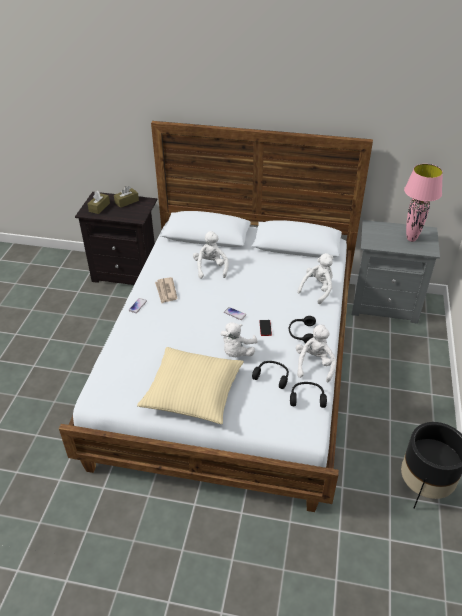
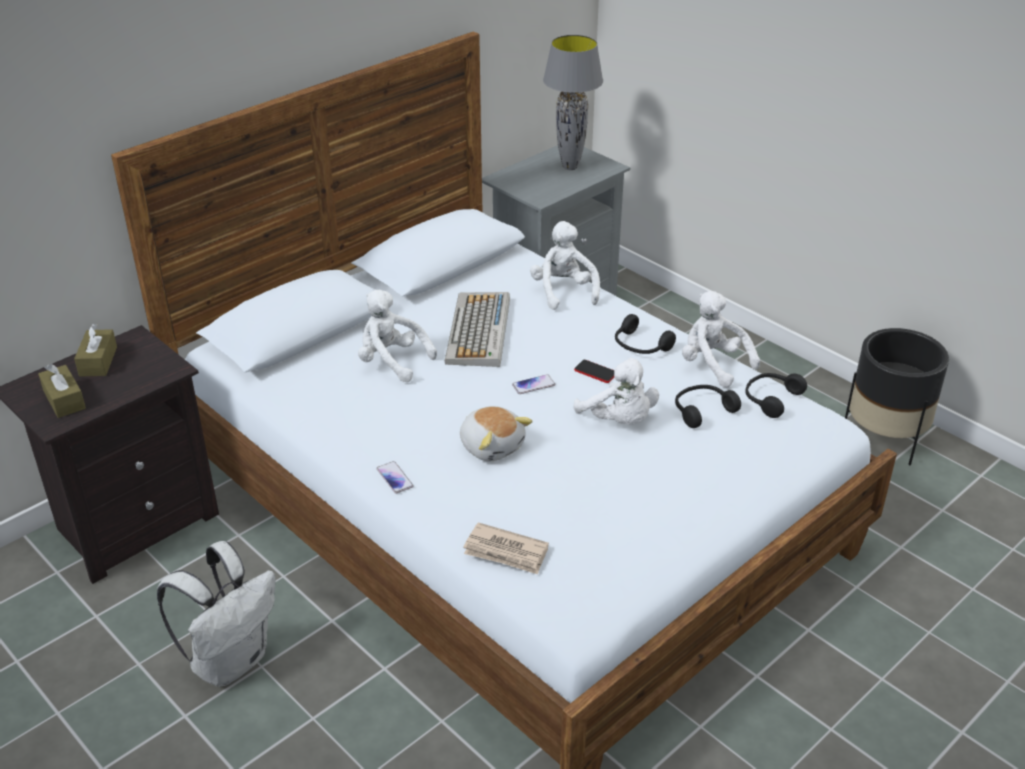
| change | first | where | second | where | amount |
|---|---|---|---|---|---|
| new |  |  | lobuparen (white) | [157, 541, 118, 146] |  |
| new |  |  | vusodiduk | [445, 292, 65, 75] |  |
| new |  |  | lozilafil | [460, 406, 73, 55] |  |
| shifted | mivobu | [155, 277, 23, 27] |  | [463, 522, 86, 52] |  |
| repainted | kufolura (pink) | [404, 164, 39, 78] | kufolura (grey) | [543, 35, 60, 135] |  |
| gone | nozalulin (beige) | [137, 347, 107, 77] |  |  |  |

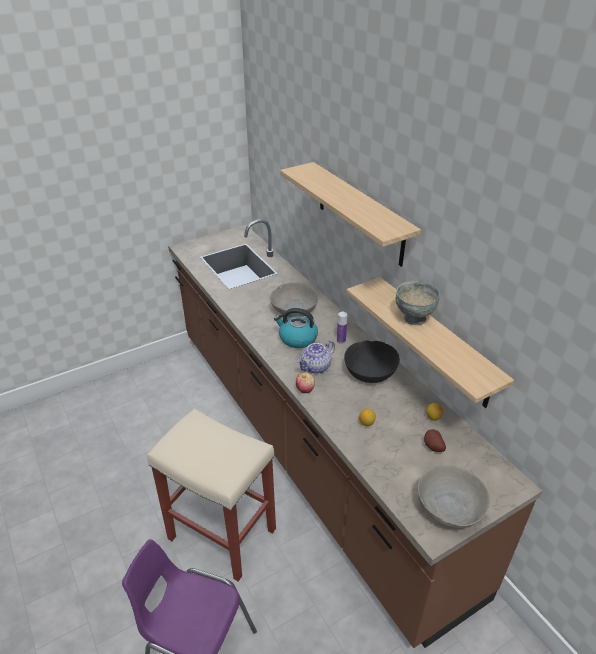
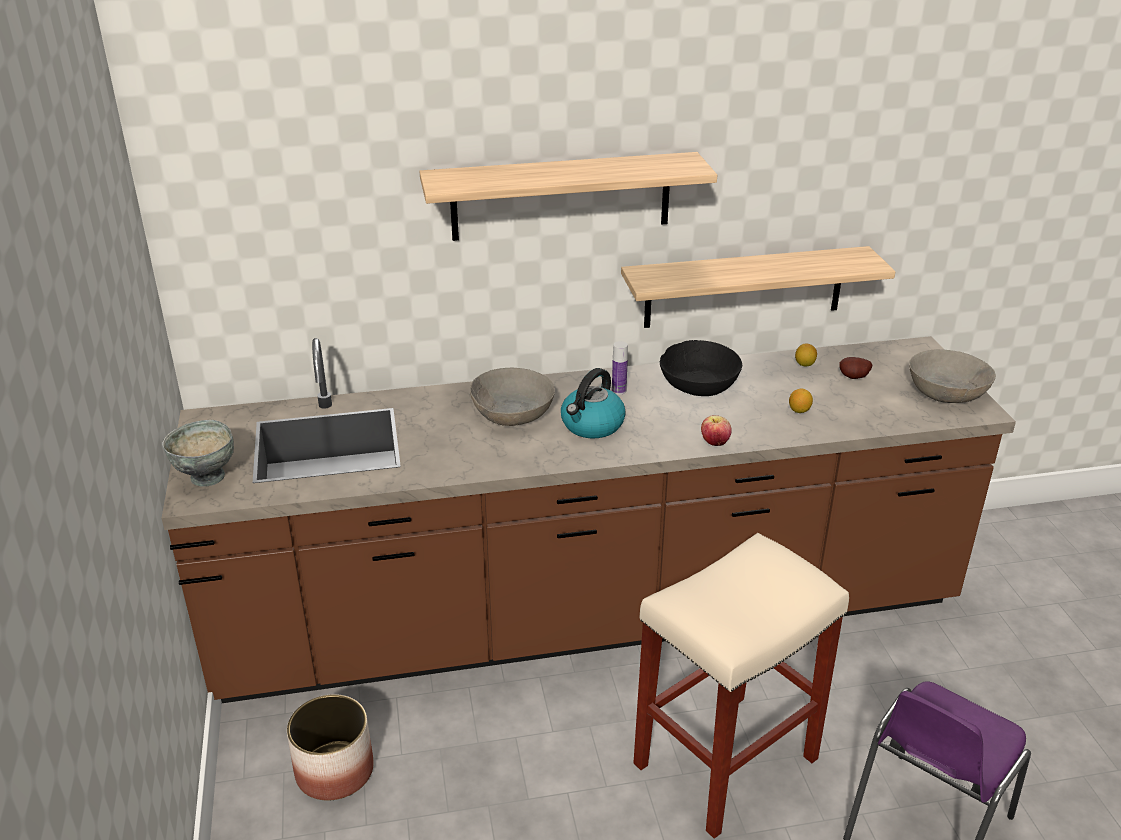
| change | first | where | second | where | amount |
|---|---|---|---|---|---|
| shifted | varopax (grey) | [395, 281, 45, 44] |  | [162, 420, 72, 67] |  |
| new |  |  | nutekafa | [287, 694, 86, 107] |  |
| gone | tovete | [297, 341, 38, 33] |  |  |  |

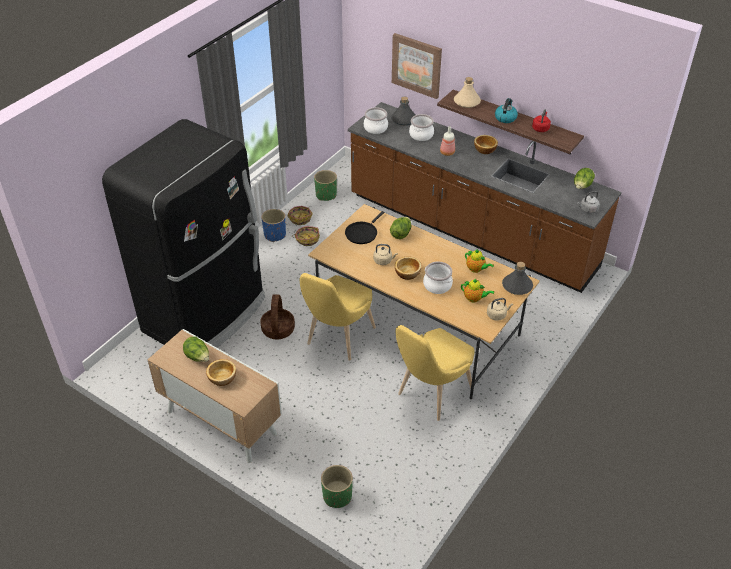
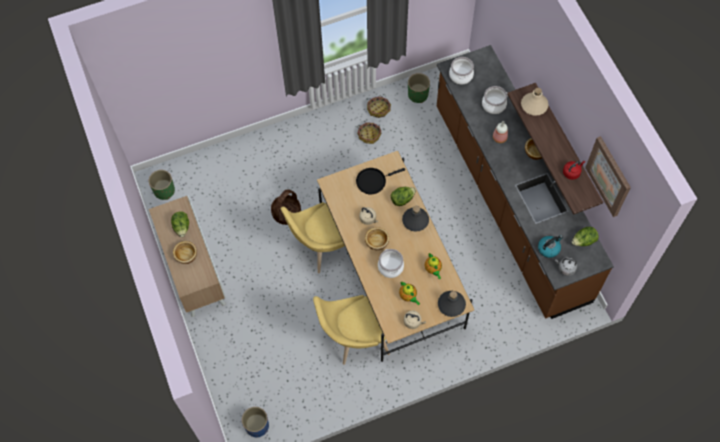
| change | first | where | second | where | amount |
|---|---|---|---|---|---|
| shifted | nutekafa (green) | [321, 465, 32, 43] |  | [149, 170, 26, 30] |  |
| shifted | nutekafa (blue) | [261, 209, 25, 33] |  | [242, 407, 27, 30] |  |
| shifted | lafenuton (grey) | [391, 96, 24, 29] |  | [402, 206, 27, 26] |  |
| shifted | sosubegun | [495, 98, 23, 25] |  | [538, 235, 25, 23] |  |
| shifted | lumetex | [392, 33, 50, 66] |  | [585, 136, 46, 81] |  |
| gone | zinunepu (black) | [102, 119, 163, 229] |  |  |  |

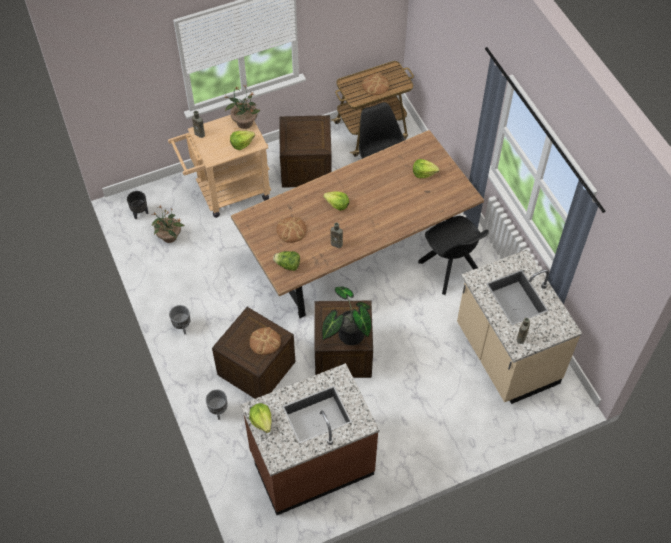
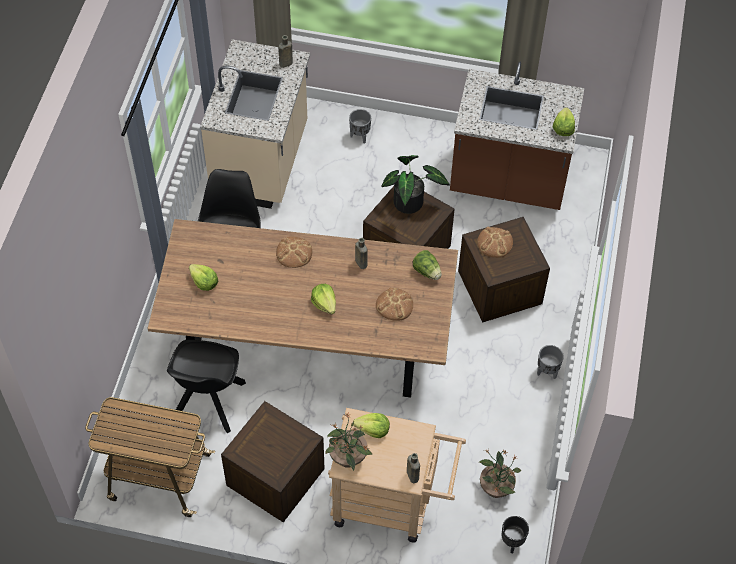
| change | first | where | second | where | amount |
|---|---|---|---|---|---|
| shifted | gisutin | [362, 72, 27, 23] |  | [276, 236, 36, 32] |  |
| shifted | nutekafa (grey) | [206, 390, 22, 30] |  | [349, 109, 22, 34] |  |

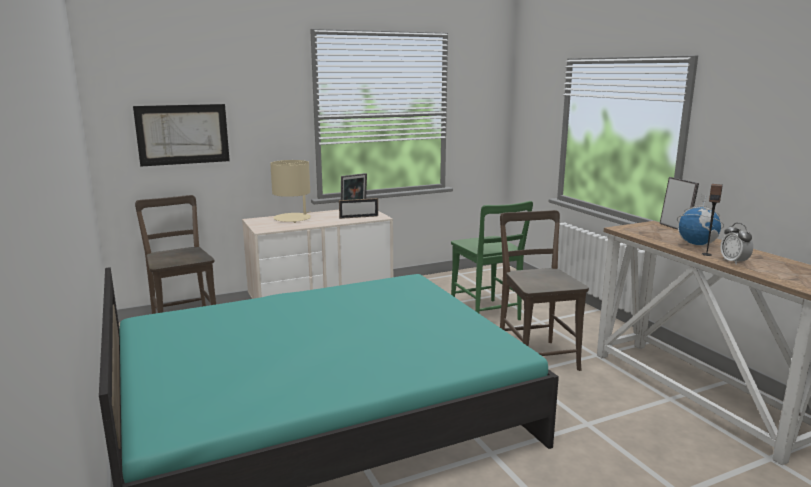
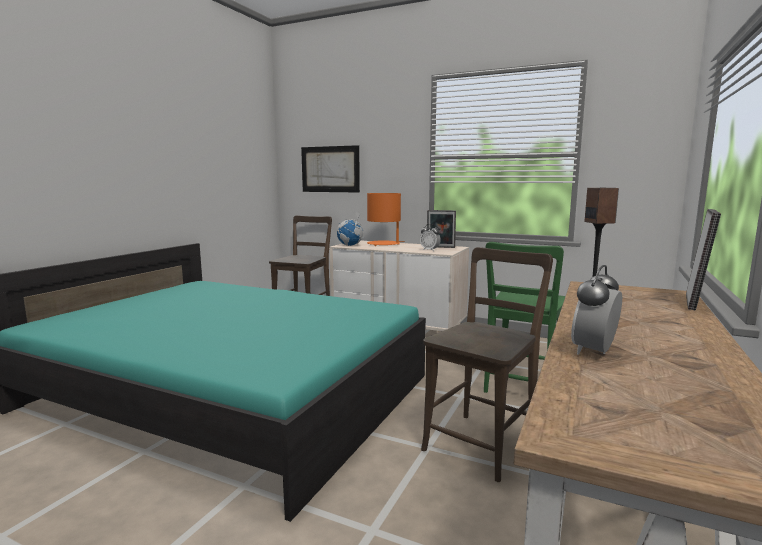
| change | first | where | second | where | amount |
|---|---|---|---|---|---|
| shifted | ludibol | [677, 194, 47, 52] |  | [337, 211, 27, 35] |  |
| repainted | kufolura (beige) | [270, 160, 41, 63] | kufolura (orange) | [367, 193, 38, 53] |  |
| swapped | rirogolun | [339, 198, 39, 21] | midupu | [420, 224, 21, 27] |  |

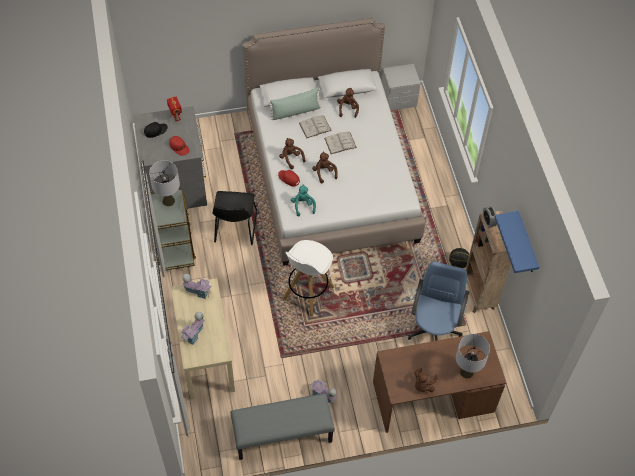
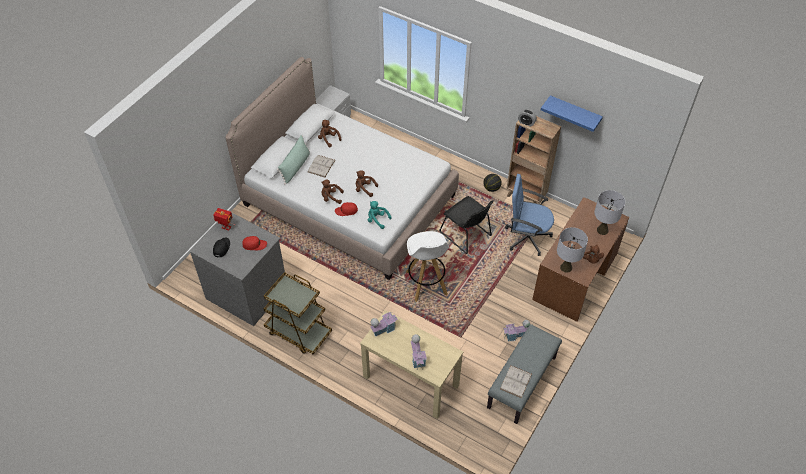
| change | first | where | second | where | amount |
|---|---|---|---|---|---|
| shifted | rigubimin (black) | [212, 191, 45, 54] |  | [439, 196, 55, 58] |  |
| shifted | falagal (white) | [324, 132, 33, 22] |  | [500, 365, 32, 33] |  |
| rotated | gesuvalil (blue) | [408, 262, 61, 79] |  | [505, 174, 49, 82] | 45 degrees counterclockwise |
| shifted | kufolura (grey) | [149, 160, 31, 46] |  | [557, 227, 31, 46] |  |

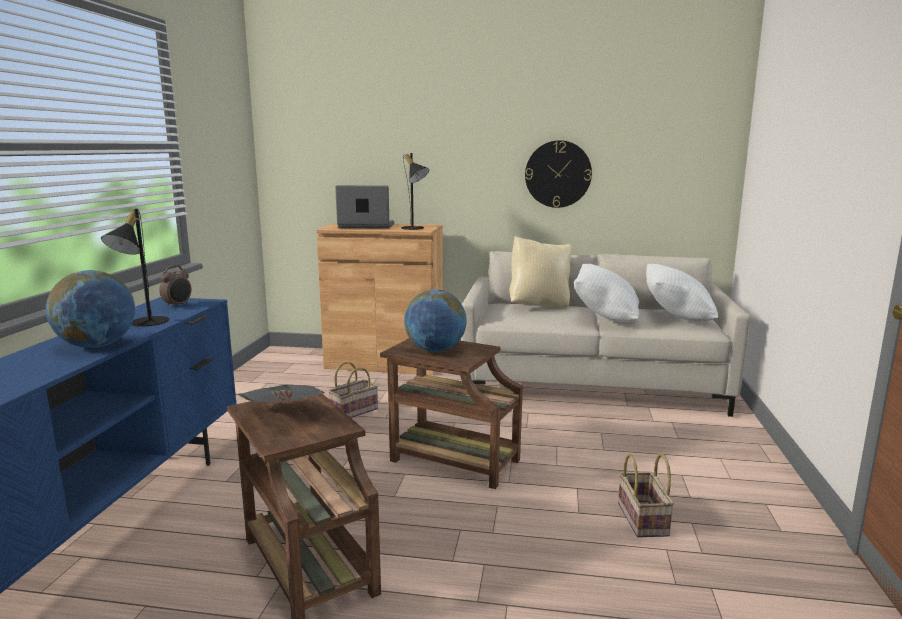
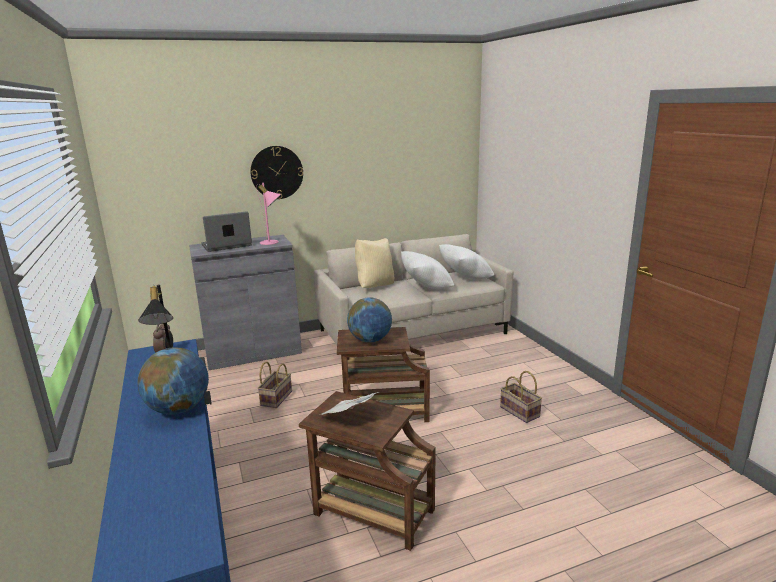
| change | first | where | second | where | amount |
|---|---|---|---|---|---|
| repainted | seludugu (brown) | [316, 223, 127, 152] | seludugu (grey) | [189, 235, 113, 135] |  |
| shifted | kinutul | [525, 140, 67, 68] |  | [250, 146, 53, 53] |  |
| repainted | kufolura (black) | [401, 153, 28, 77] | kufolura (pink) | [256, 183, 25, 62] |  |

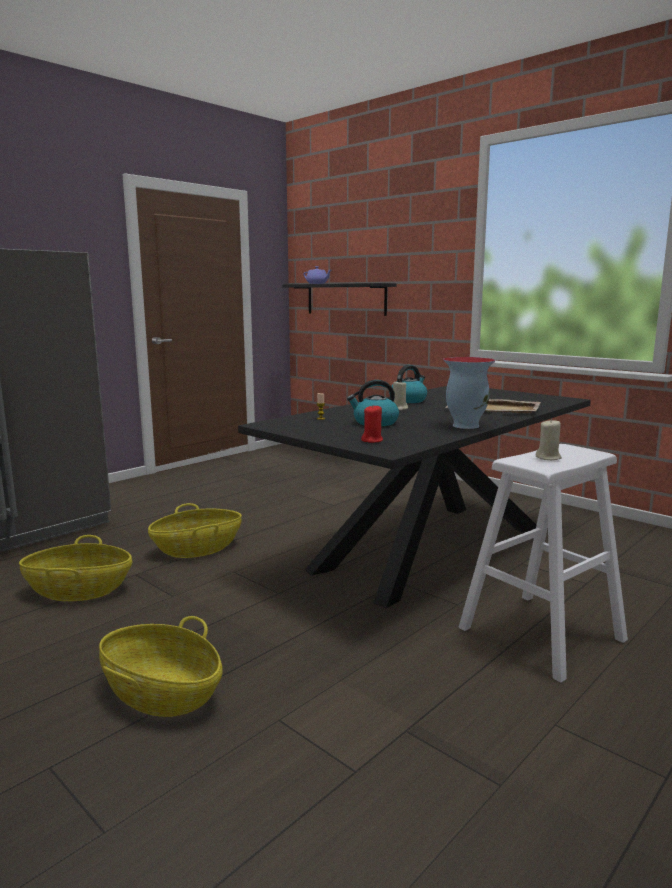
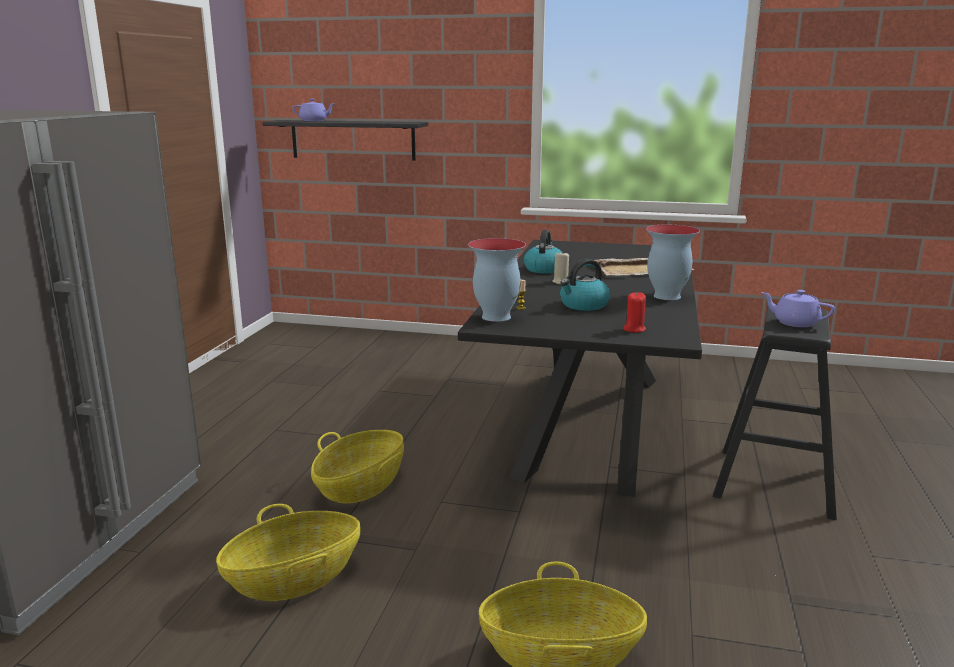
| change | first | where | second | where | amount |
|---|---|---|---|---|---|
| new |  |  | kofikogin | [468, 238, 58, 84] |  |
| repainted | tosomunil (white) | [458, 444, 170, 239] | tosomunil (black) | [713, 307, 124, 213] |  |
| swapped | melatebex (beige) | [536, 419, 26, 41] | tovete (purple) | [761, 290, 74, 37] |  |

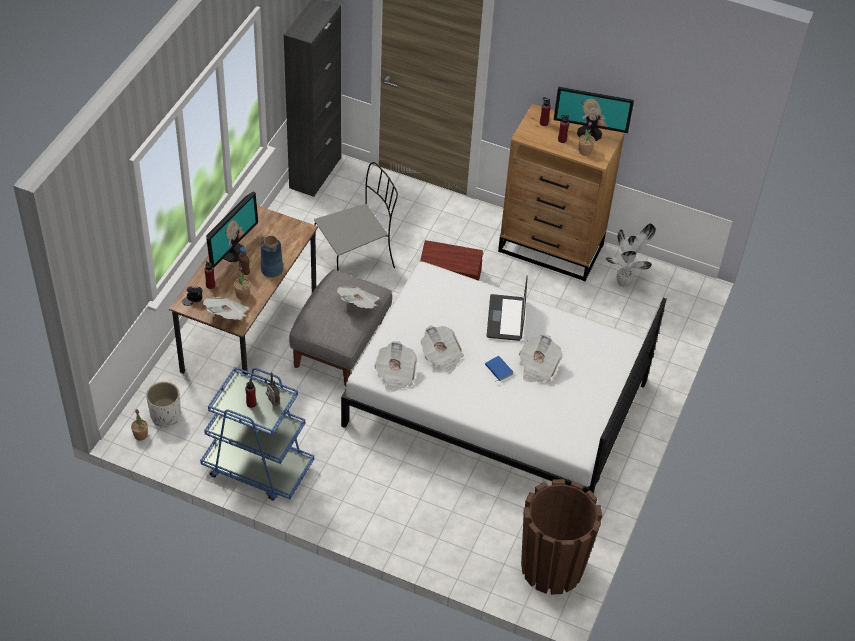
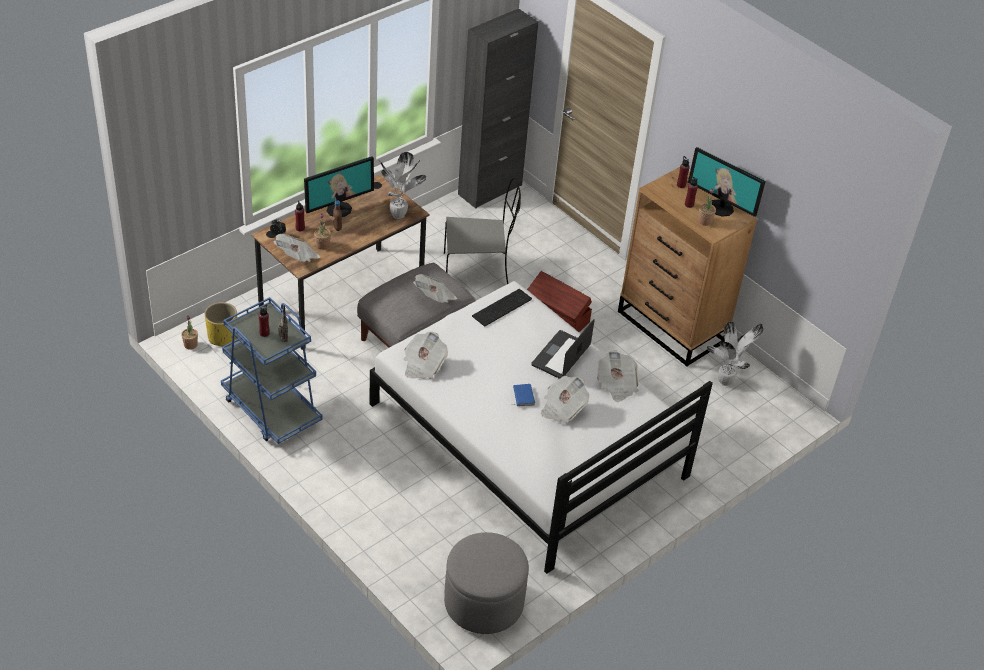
| change | first | where | second | where | amount |
|---|---|---|---|---|---|
| repainted | nutekafa (white) | [146, 382, 35, 44] | nutekafa (yellow) | [205, 302, 32, 44] |  |
| new |  |  | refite | [379, 152, 47, 67] |  |
| swapped | nutekafa (brown) | [521, 479, 82, 116] | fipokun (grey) | [444, 532, 85, 102] |  |
| new |  |  | vusodiduk | [472, 289, 60, 38] |  |
| shifted | mivobu | [421, 326, 43, 47] |  | [597, 350, 42, 52] |  |
| gone | kofikogin (blue) | [261, 236, 22, 41] |  |  |  |

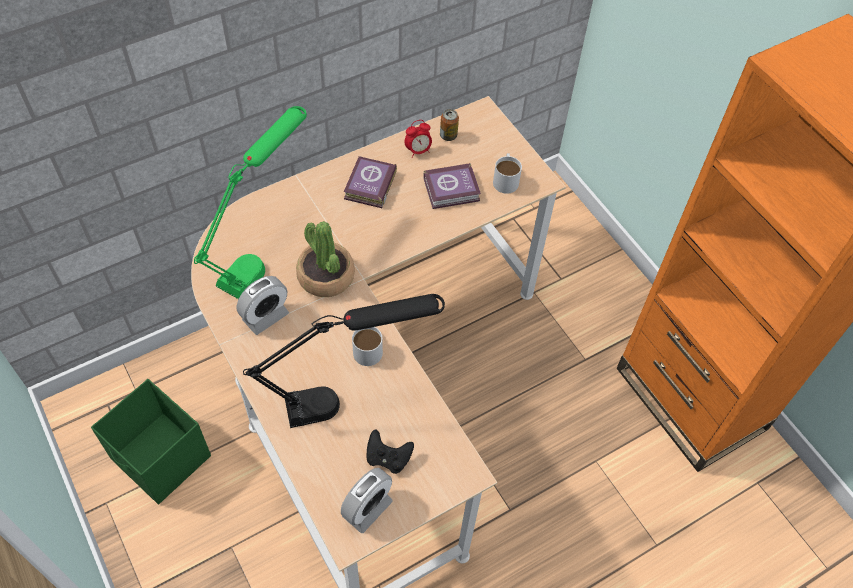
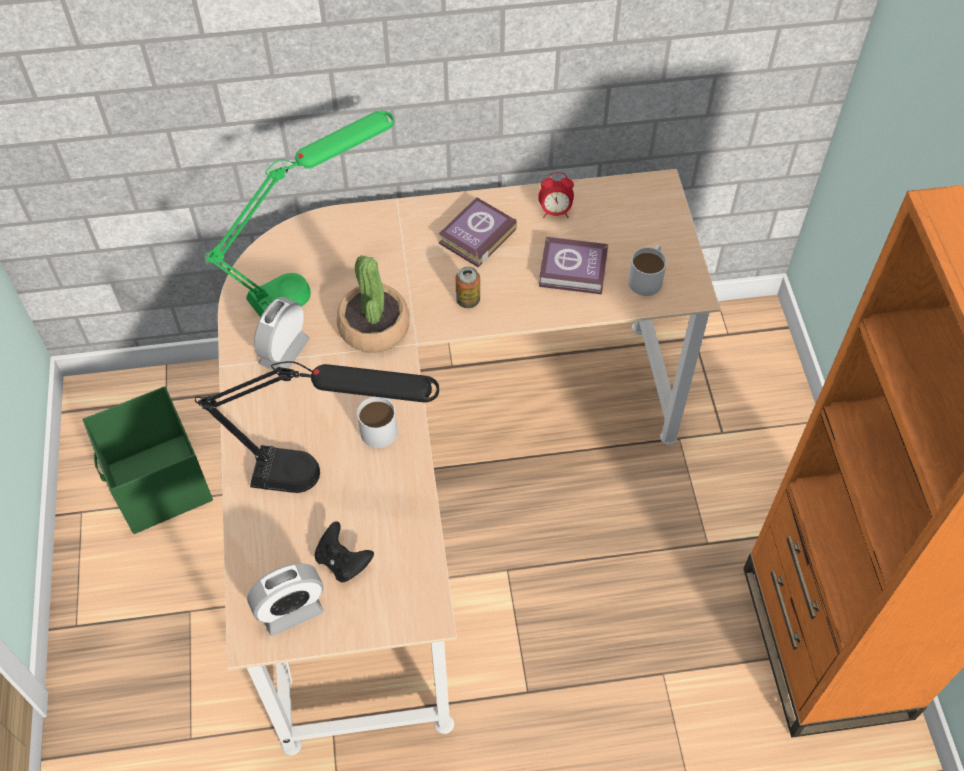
| change | first | where | second | where | amount |
|---|---|---|---|---|---|
| rotated | midupu | [236, 276, 53, 59] |  | [254, 297, 55, 73] | 135 degrees clockwise |
| shifted | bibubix | [440, 109, 19, 32] |  | [456, 266, 24, 42] |  |

